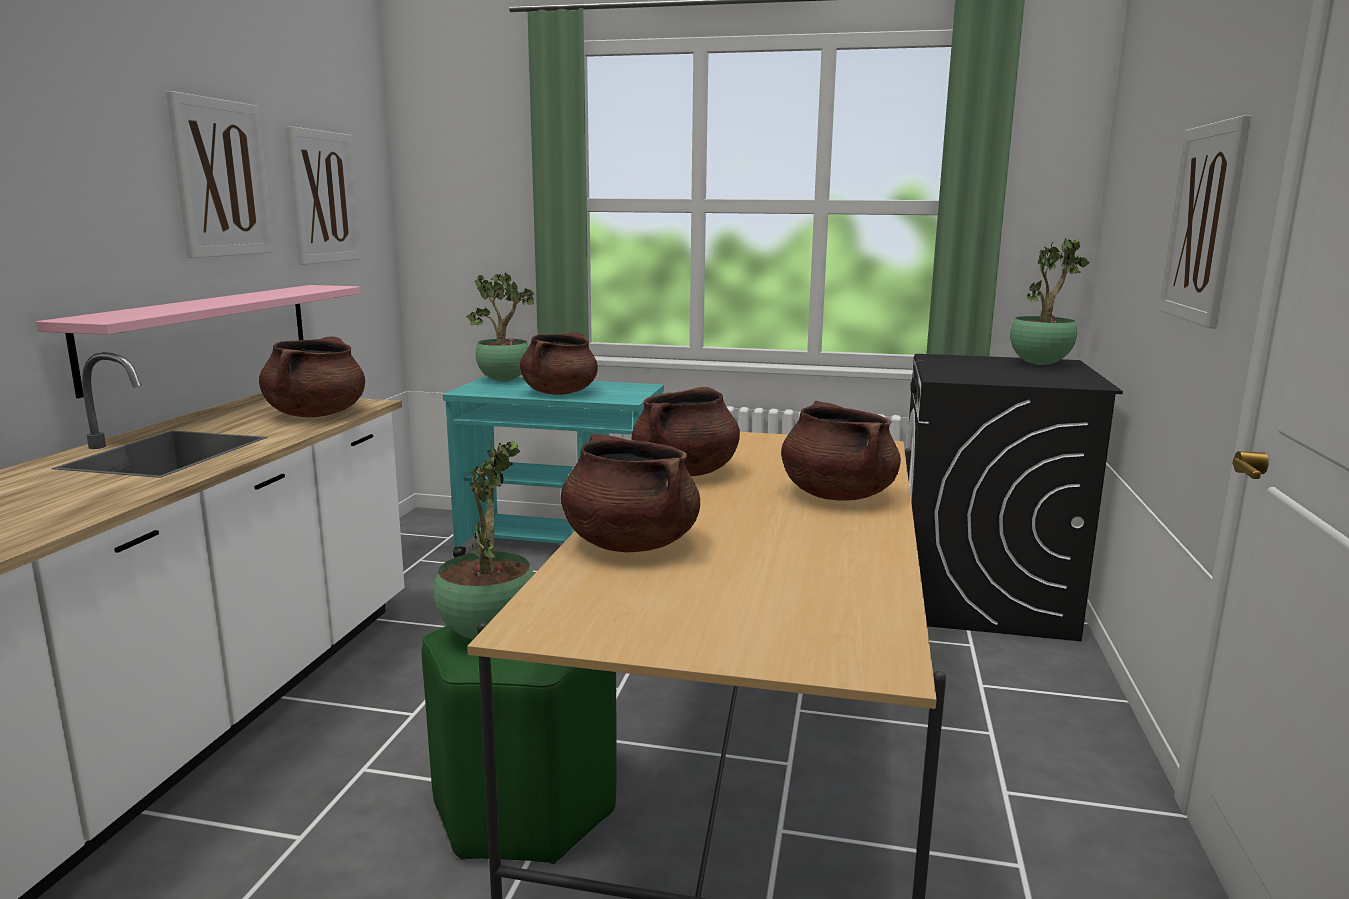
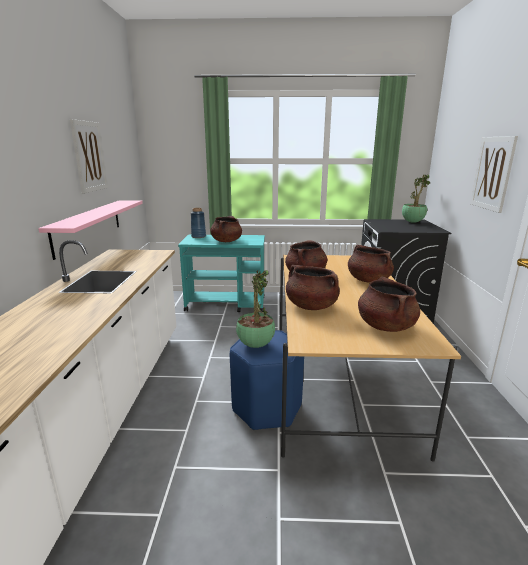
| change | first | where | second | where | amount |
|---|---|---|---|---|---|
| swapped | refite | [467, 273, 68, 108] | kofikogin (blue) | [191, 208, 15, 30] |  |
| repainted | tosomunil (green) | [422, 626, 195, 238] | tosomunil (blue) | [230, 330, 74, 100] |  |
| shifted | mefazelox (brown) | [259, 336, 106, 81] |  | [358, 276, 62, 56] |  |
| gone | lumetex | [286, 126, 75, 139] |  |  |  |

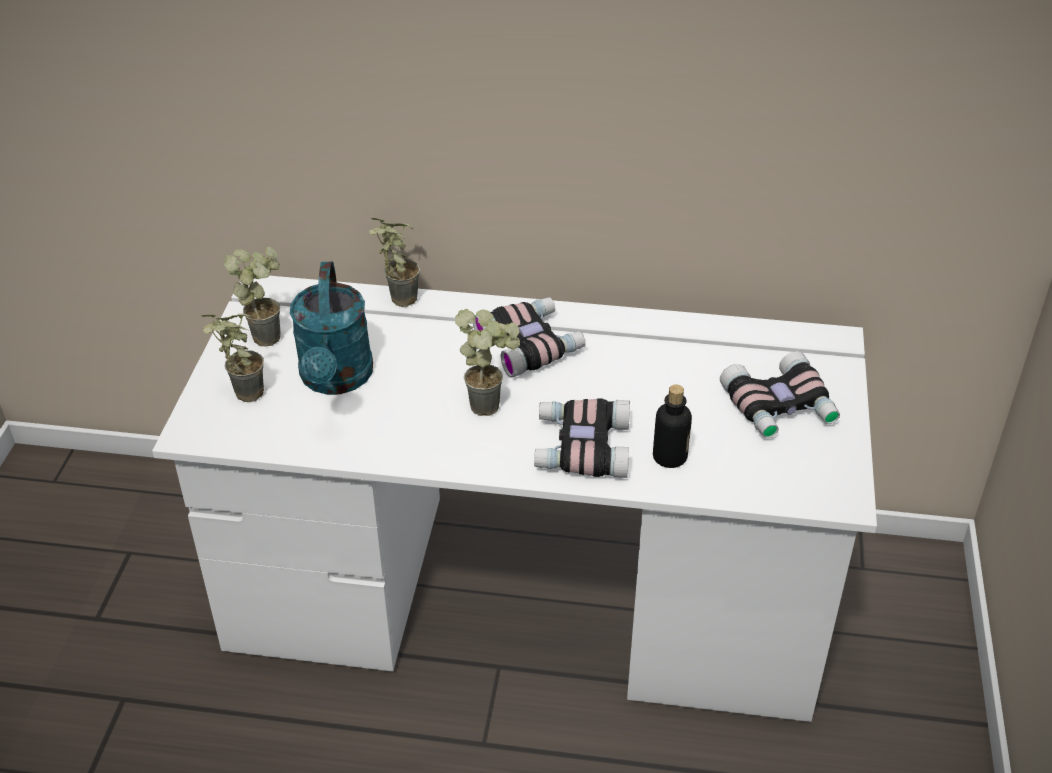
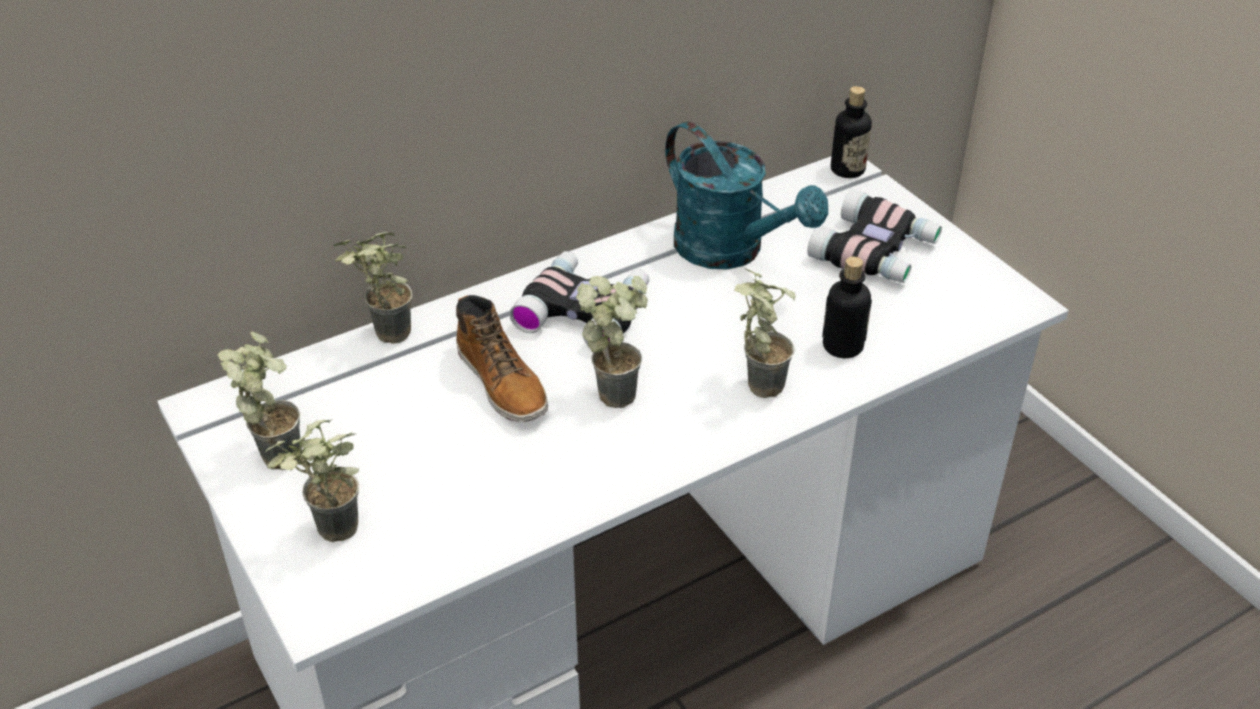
| change | first | where | second | where | amount |
|---|---|---|---|---|---|
| new |  |  | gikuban | [456, 295, 92, 127] |  |
| shifted | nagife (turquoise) | [290, 262, 83, 133] |  | [665, 122, 163, 147] |  |
| swapped | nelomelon | [534, 398, 96, 80] | refite | [734, 269, 62, 129] |  |
| new |  |  | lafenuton | [831, 86, 41, 92] |  |

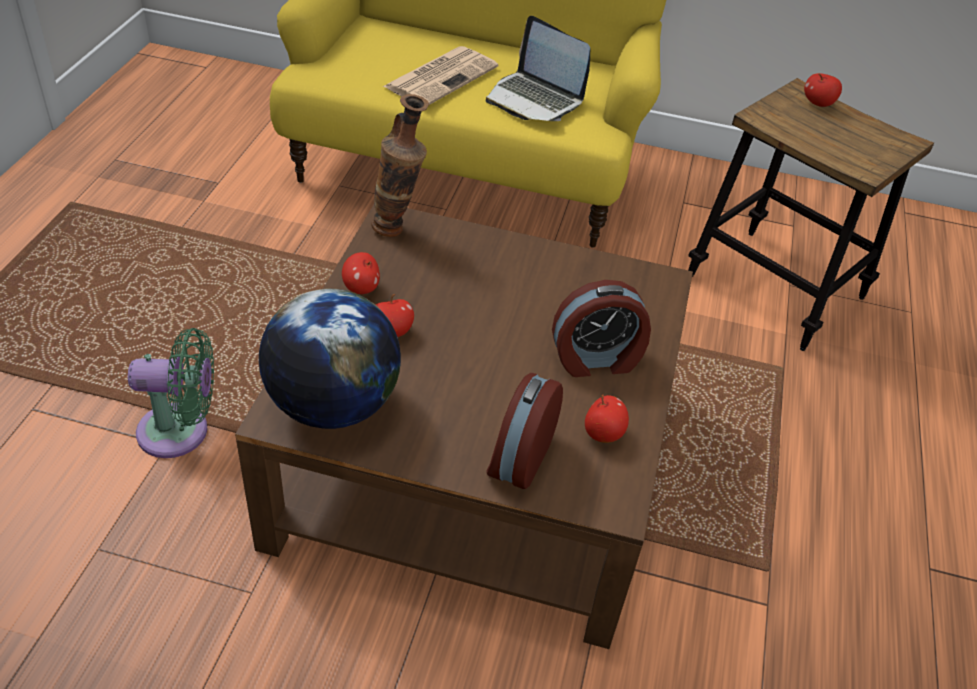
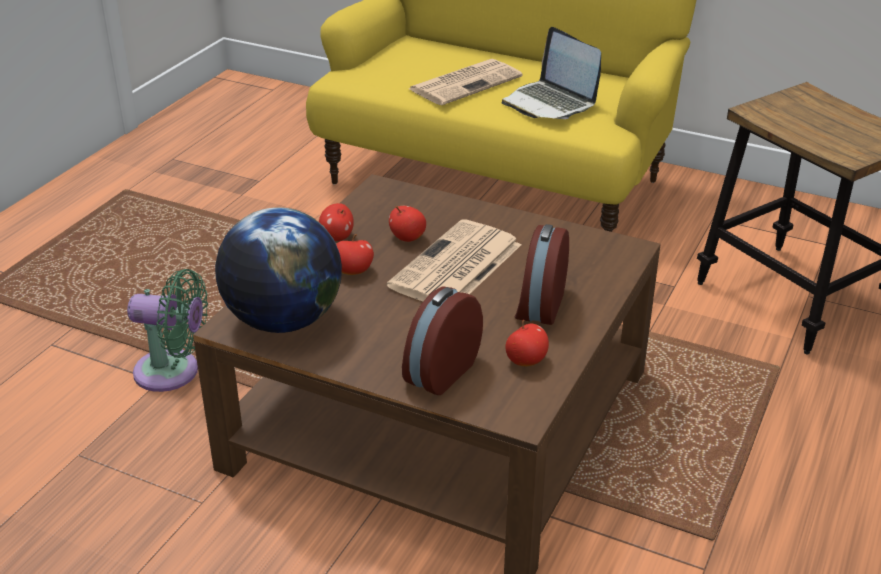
| change | first | where | second | where | amount |
|---|---|---|---|---|---|
| new |  |  | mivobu | [387, 219, 134, 83] |  |
| shifted | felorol | [804, 73, 38, 34] |  | [389, 206, 37, 36] |  |
| rotated | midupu | [552, 280, 99, 97] |  | [515, 224, 54, 101] | 105 degrees clockwise |
| gone | kofikogin | [371, 94, 58, 143] |  |  |  |

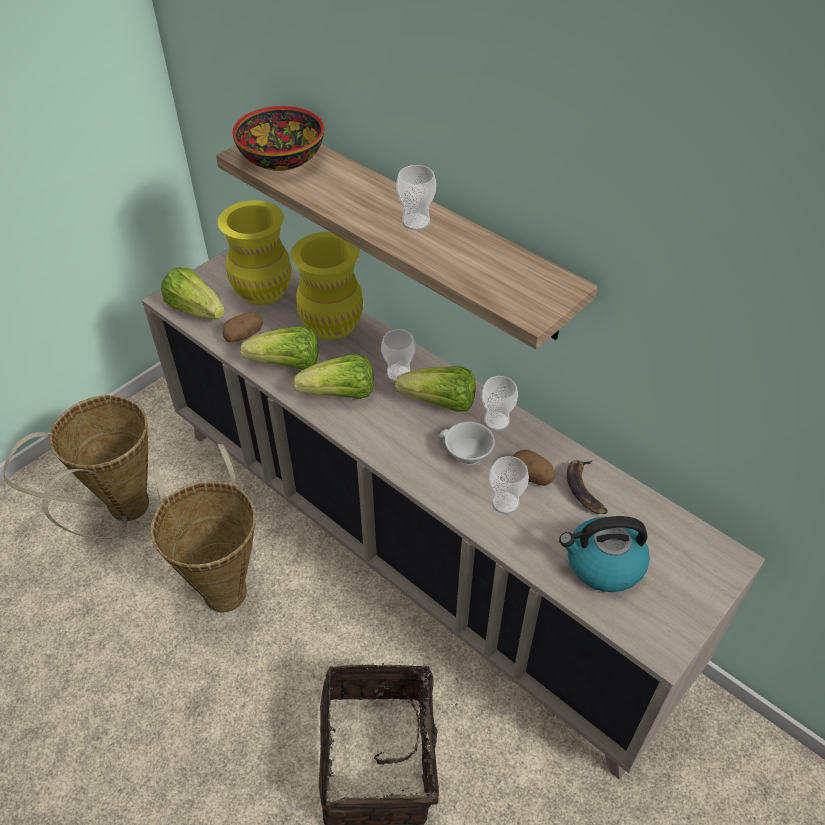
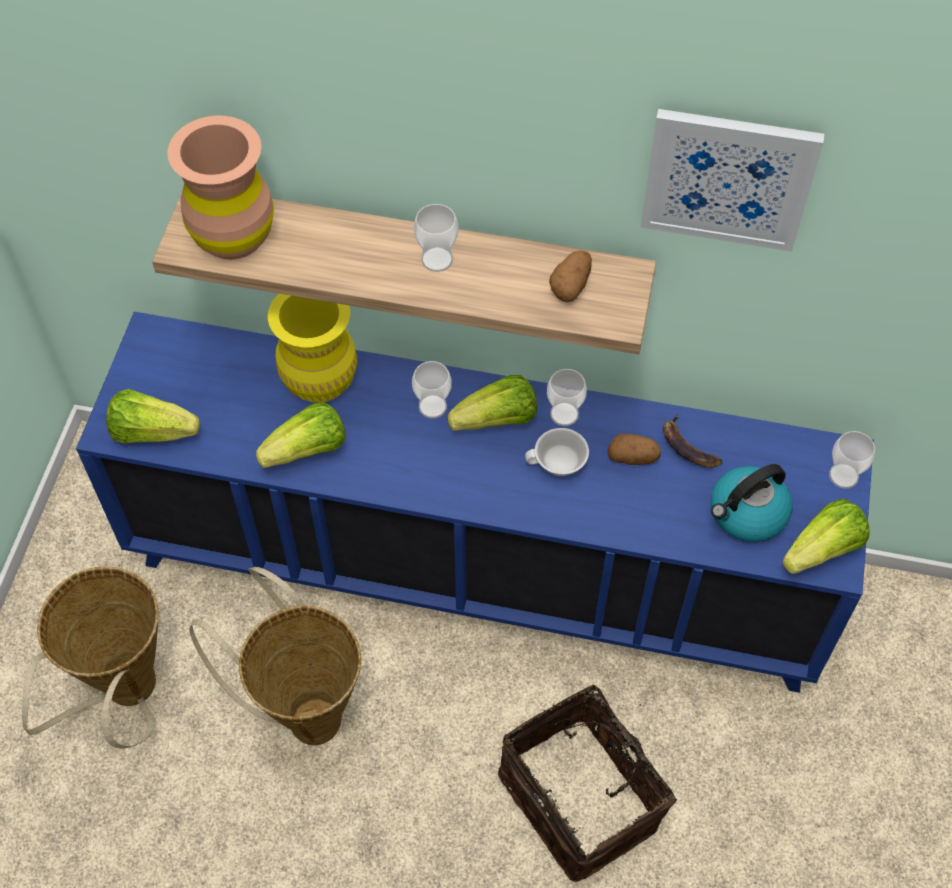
| change | first | where | second | where | amount |
|---|---|---|---|---|---|
| repainted | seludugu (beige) | [142, 249, 623, 531] | seludugu (blue) | [76, 312, 798, 381] |  |
| swapped | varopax | [232, 106, 92, 65] | kofikogin (brown) | [167, 116, 107, 143] |  |
| shifted | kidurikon | [222, 313, 41, 29] |  | [549, 250, 43, 52] |  |
| new |  |  | lumetex | [640, 109, 184, 143] |  |
| shifted | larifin | [293, 354, 81, 45] |  | [782, 498, 88, 76] |  |
| shifted | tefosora | [489, 456, 40, 58] |  | [829, 431, 46, 58] |  |
| gone | kofikogin (yellow) | [218, 200, 74, 105] |  |  |  |

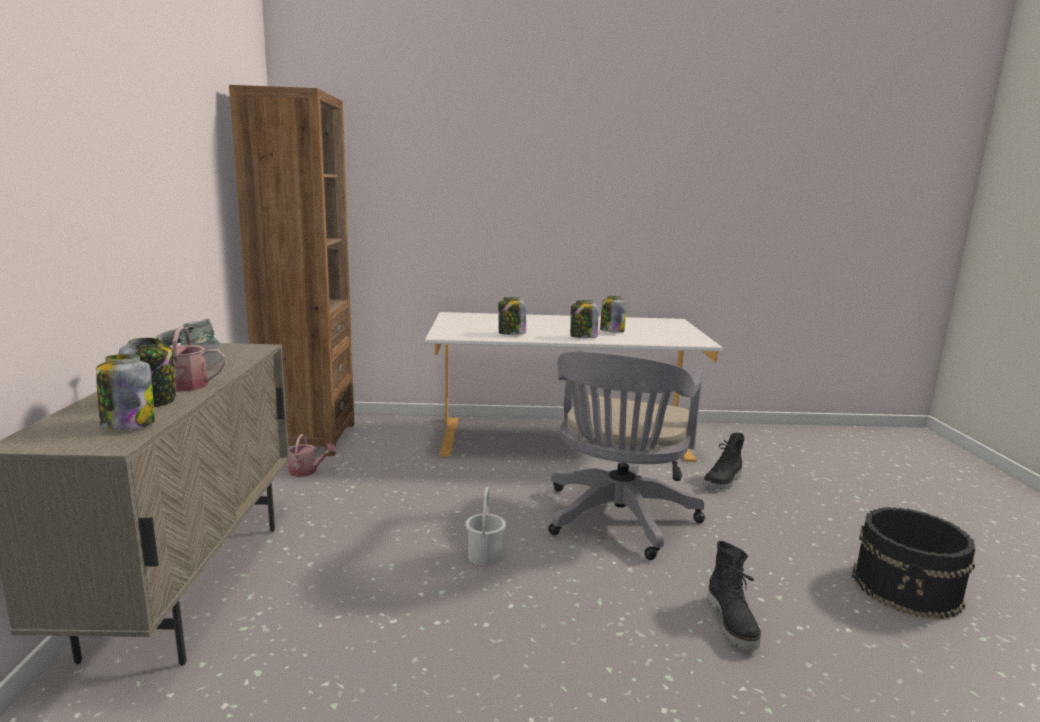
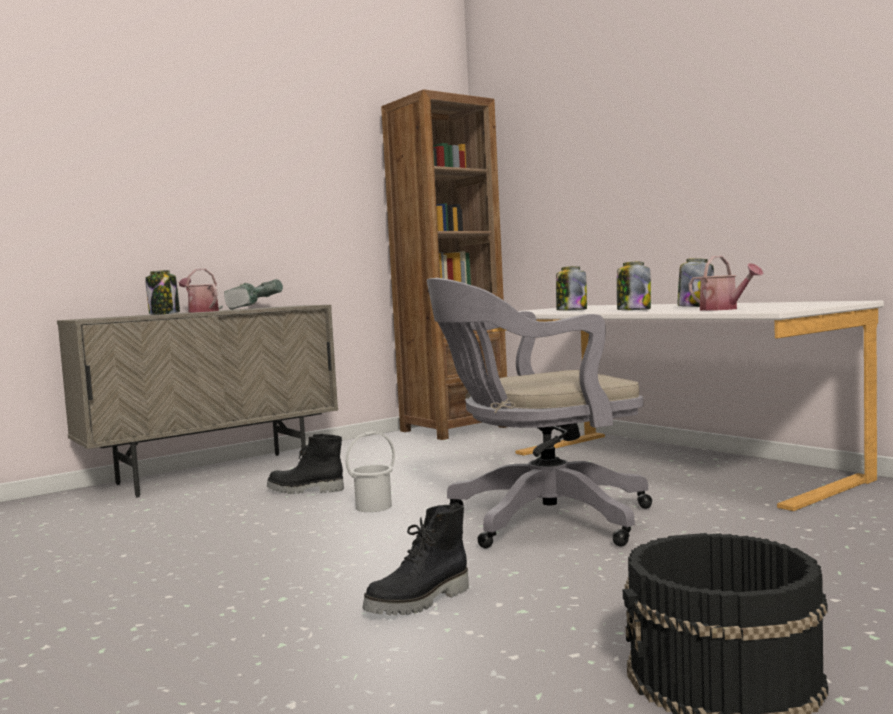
| change | first | where | second | where | amount |
|---|---|---|---|---|---|
| shifted | gikuban (black) | [703, 433, 41, 57] |  | [267, 434, 77, 60] |  |
| shifted | nagife | [285, 434, 52, 43] |  | [688, 256, 75, 55] |  |
| gone | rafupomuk | [96, 354, 59, 76] |  |  |  |

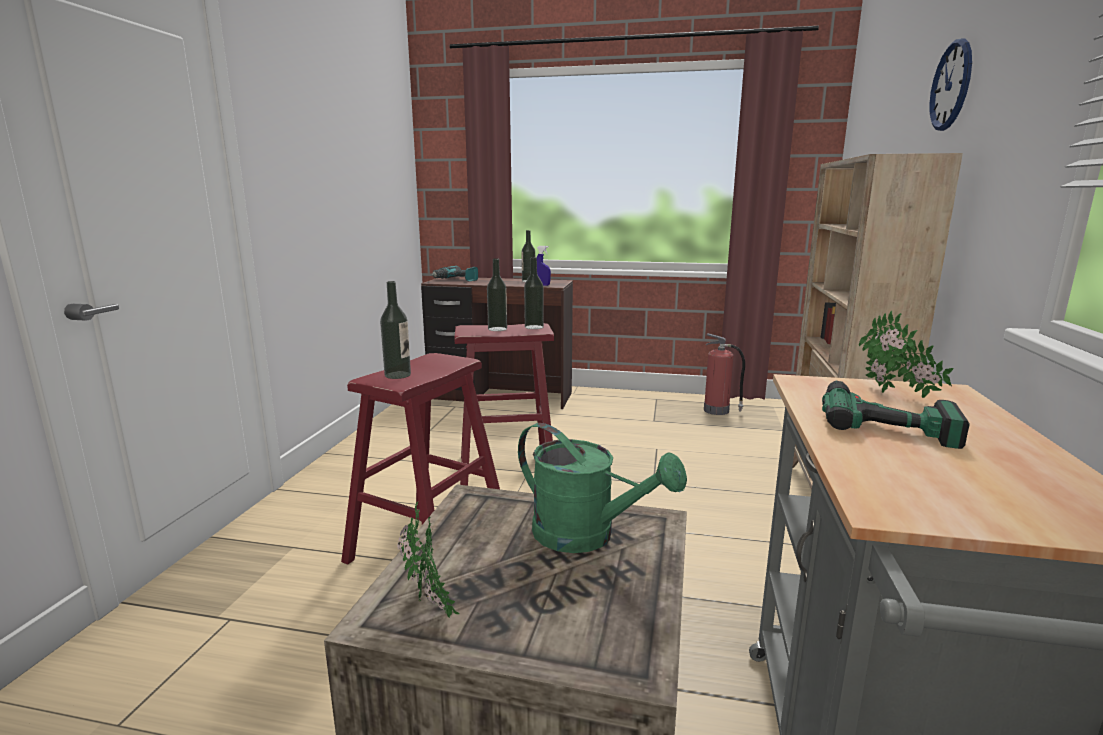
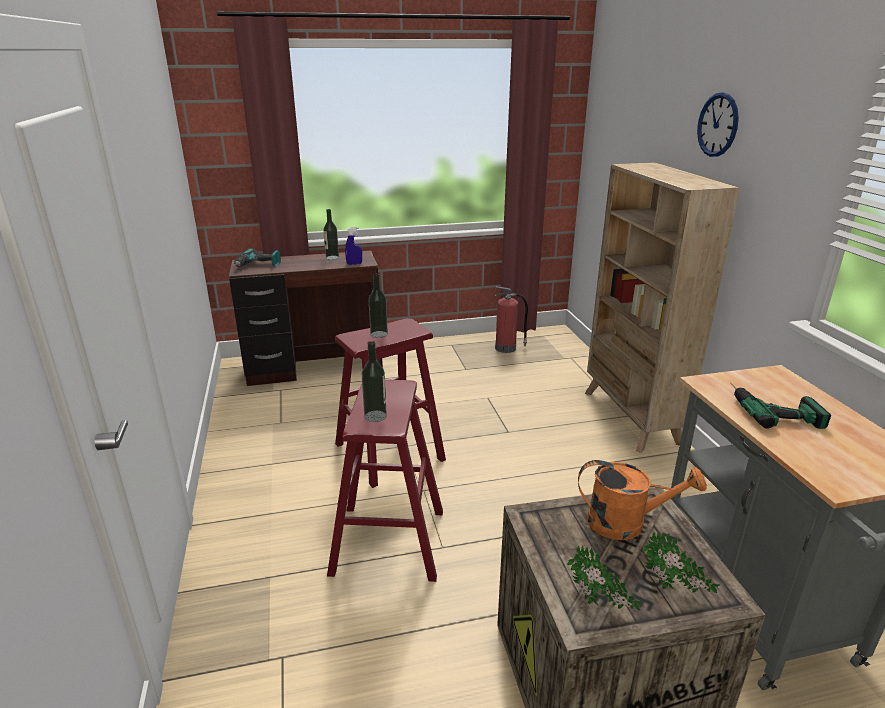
| change | first | where | second | where | amount |
|---|---|---|---|---|---|
| repainted | nagife (green) | [518, 423, 169, 130] | nagife (orange) | [578, 460, 129, 80] |  |
| shifted | refite | [859, 311, 95, 87] |  | [642, 532, 78, 62] |  |
| gone | lafenuton | [524, 257, 20, 72] |  |  |  |

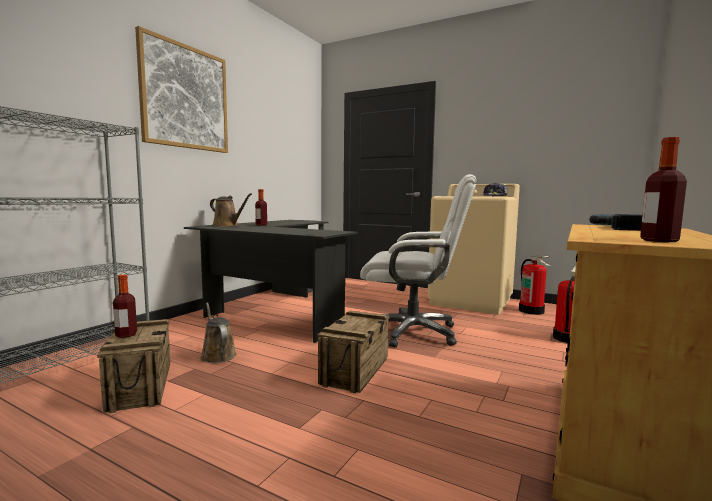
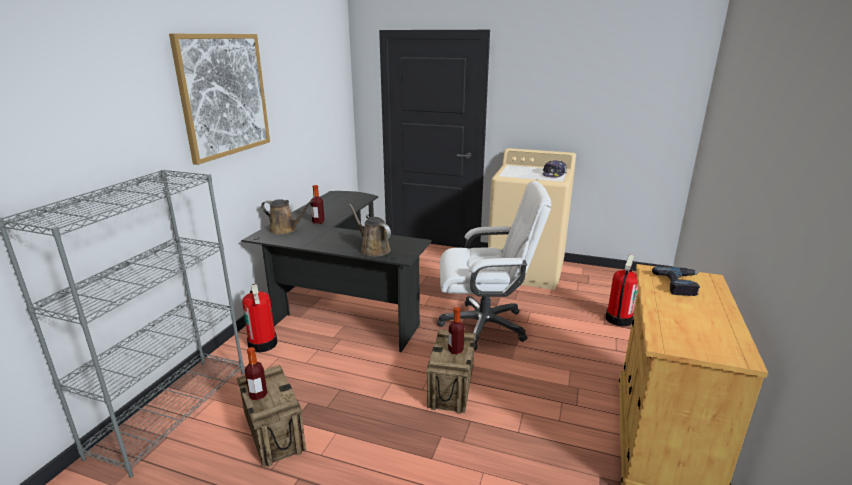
| change | first | where | second | where | amount |
|---|---|---|---|---|---|
| shifted | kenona | [519, 256, 32, 59] |  | [242, 284, 35, 68] |  |
| shifted | nagife (brown) | [201, 302, 36, 61] |  | [349, 204, 42, 53] |  |
| shifted | lafenuton | [640, 137, 47, 105] |  | [448, 307, 17, 47] |  |

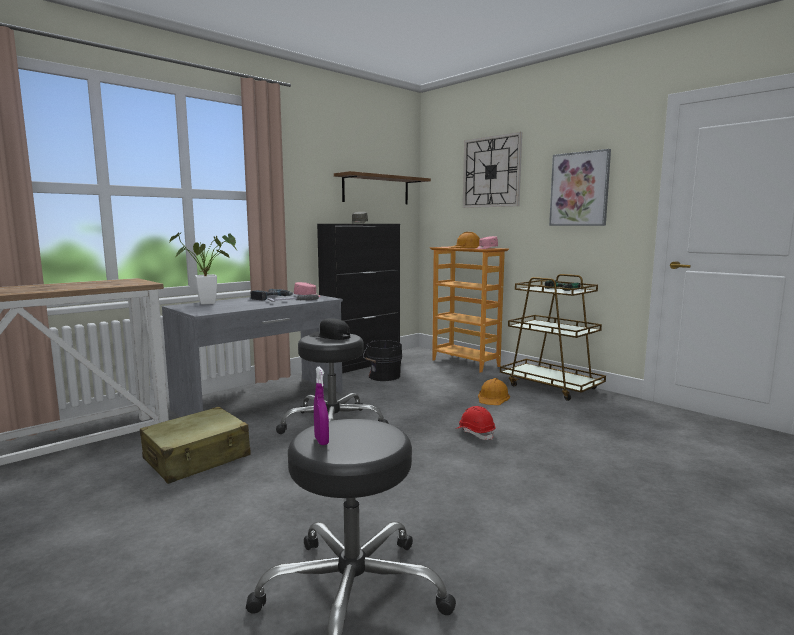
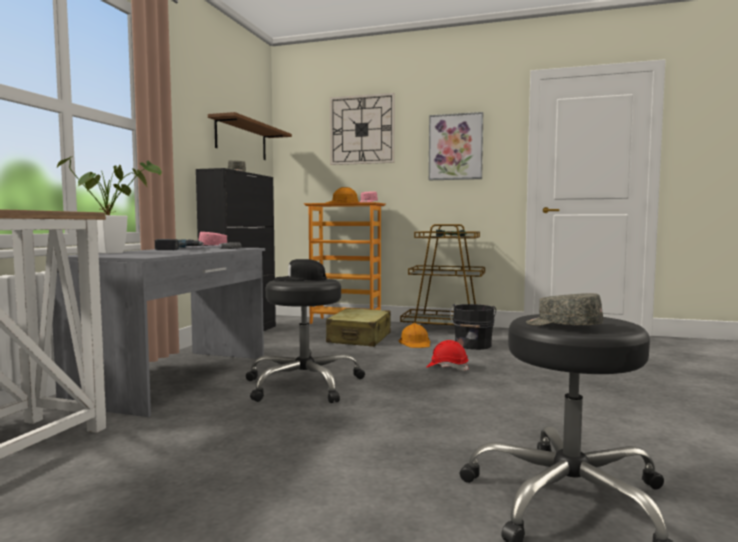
| change | first | where | second | where | amount |
|---|---|---|---|---|---|
| shifted | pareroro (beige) | [140, 407, 111, 77] |  | [326, 308, 65, 39] |  |
| shifted | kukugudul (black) | [363, 339, 39, 42] |  | [450, 304, 46, 46] |  |
| swapped | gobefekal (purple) | [314, 367, 15, 78] | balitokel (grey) | [526, 293, 77, 33] |  |

